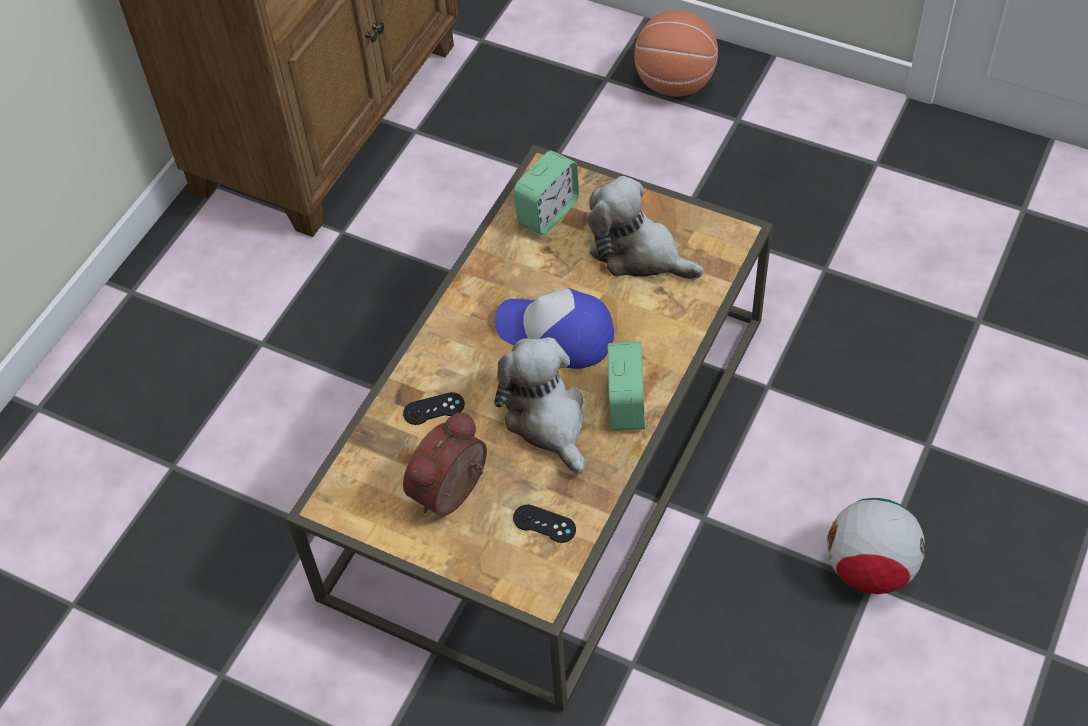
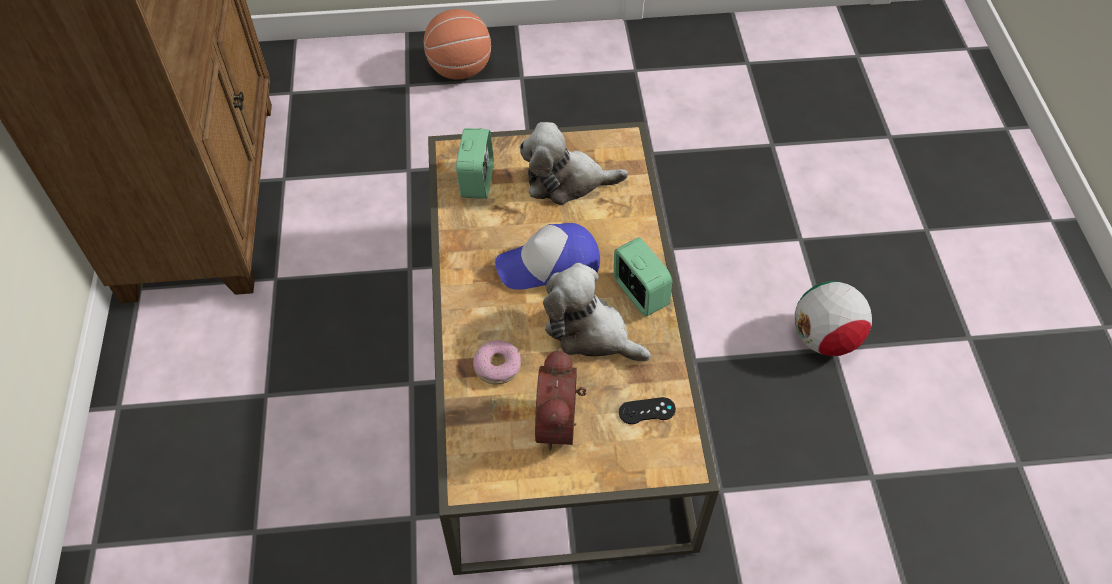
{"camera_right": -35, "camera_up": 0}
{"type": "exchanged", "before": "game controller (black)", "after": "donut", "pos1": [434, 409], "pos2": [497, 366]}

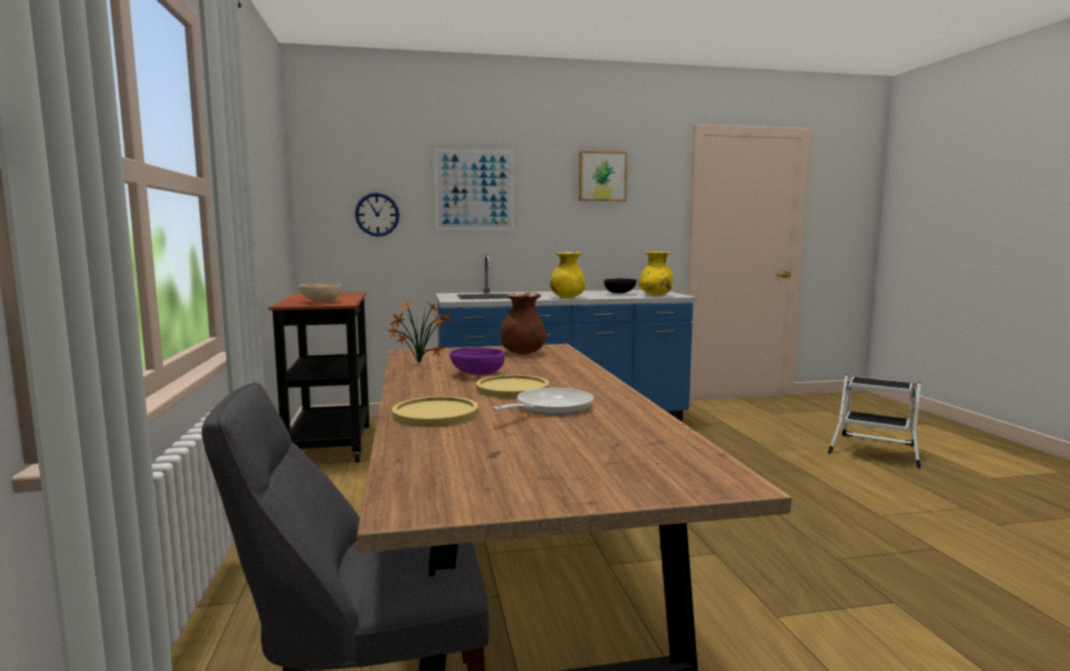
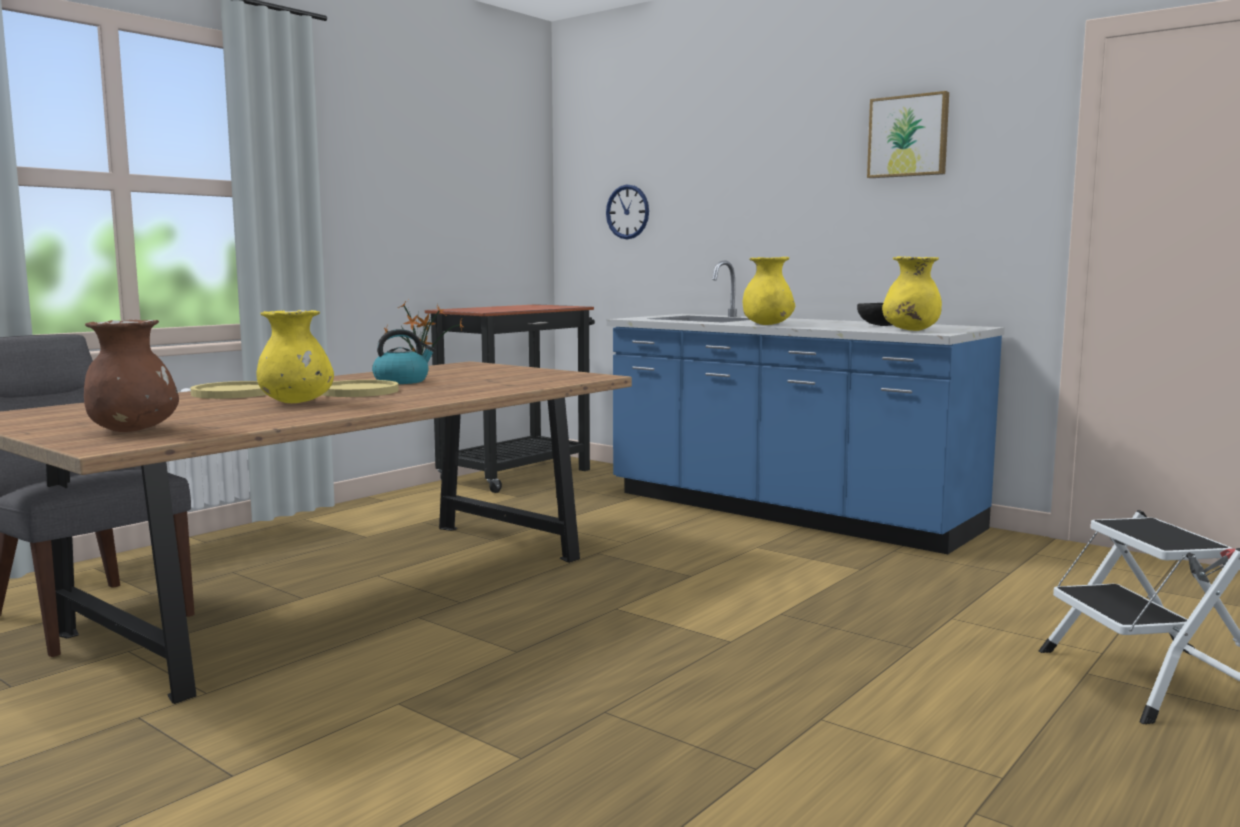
{"camera_right": 50, "camera_up": 0}
{"type": "missing", "before": "bowl (beige)", "pos1": [320, 302]}
{"type": "missing", "before": "picture", "pos1": [474, 190]}
{"type": "relocated", "before": "vase (brown)", "pos1": [523, 353], "pos2": [133, 430]}
{"type": "exchanged", "before": "bowl (purple)", "after": "kettle", "pos1": [476, 374], "pos2": [402, 381]}
{"type": "exchanged", "before": "frying pan", "after": "vase (yellow)", "pos1": [549, 408], "pos2": [297, 403]}

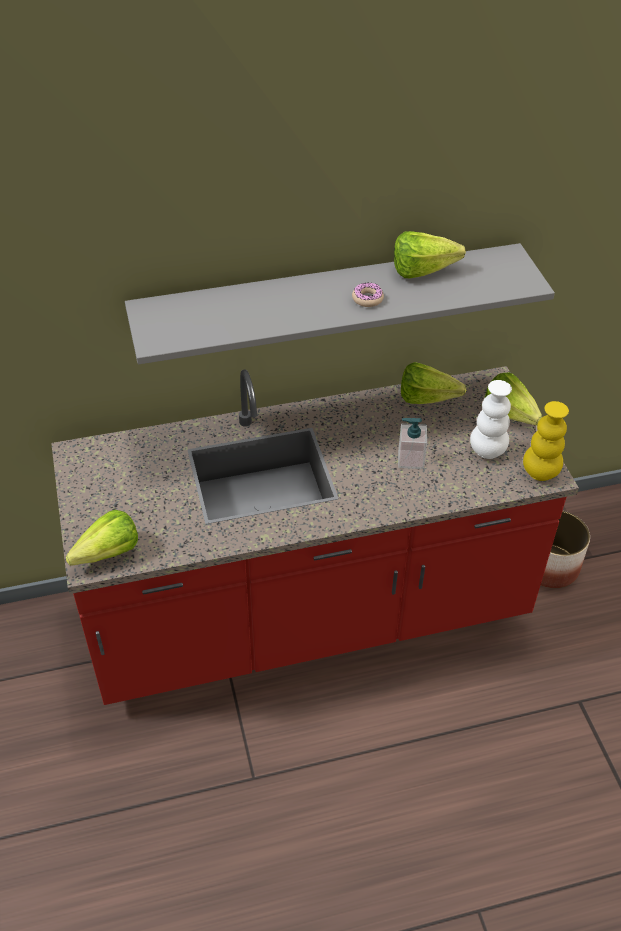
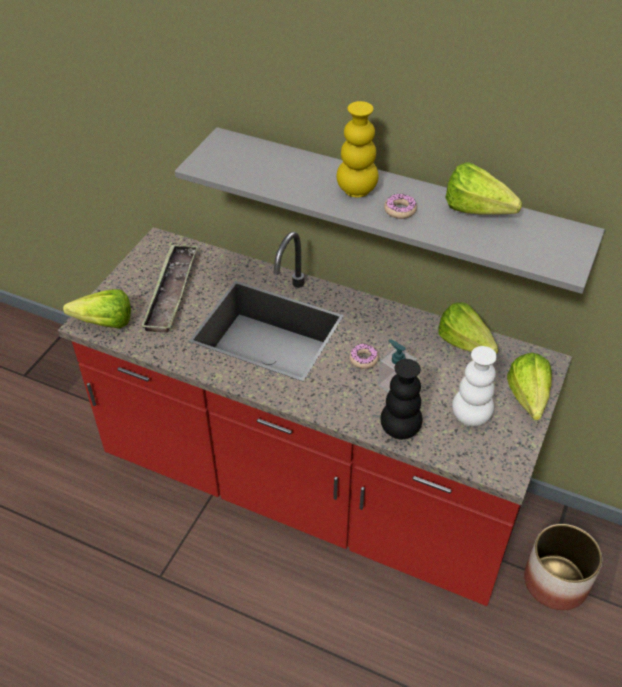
{"camera_right": 40, "camera_up": 0}
{"type": "appeared", "after": "tray", "pos2": [171, 292]}
{"type": "appeared", "after": "donut", "pos2": [363, 359]}
{"type": "appeared", "after": "vase (black)", "pos2": [400, 430]}
{"type": "relocated", "before": "vase (yellow)", "pos1": [540, 473], "pos2": [356, 190]}

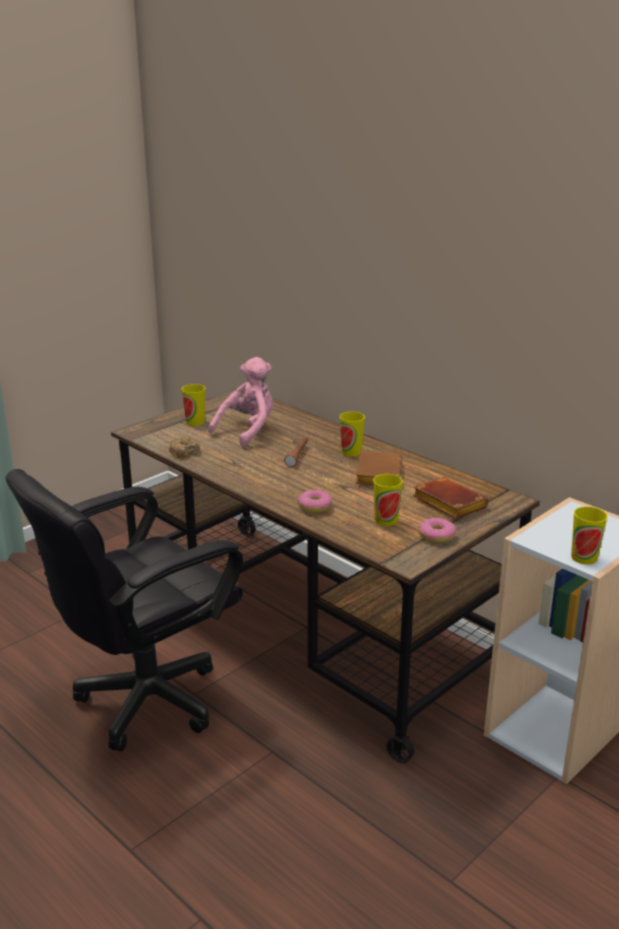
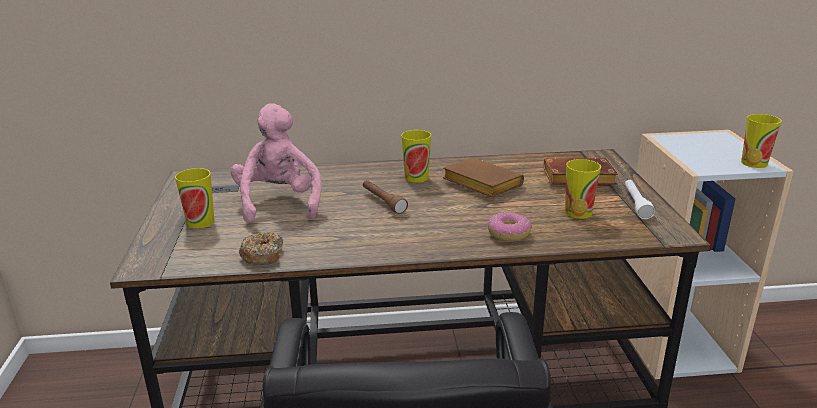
{"camera_right": -50, "camera_up": 0}
{"type": "exchanged", "before": "donut", "after": "flashlight (white)", "pos1": [436, 536], "pos2": [636, 204]}

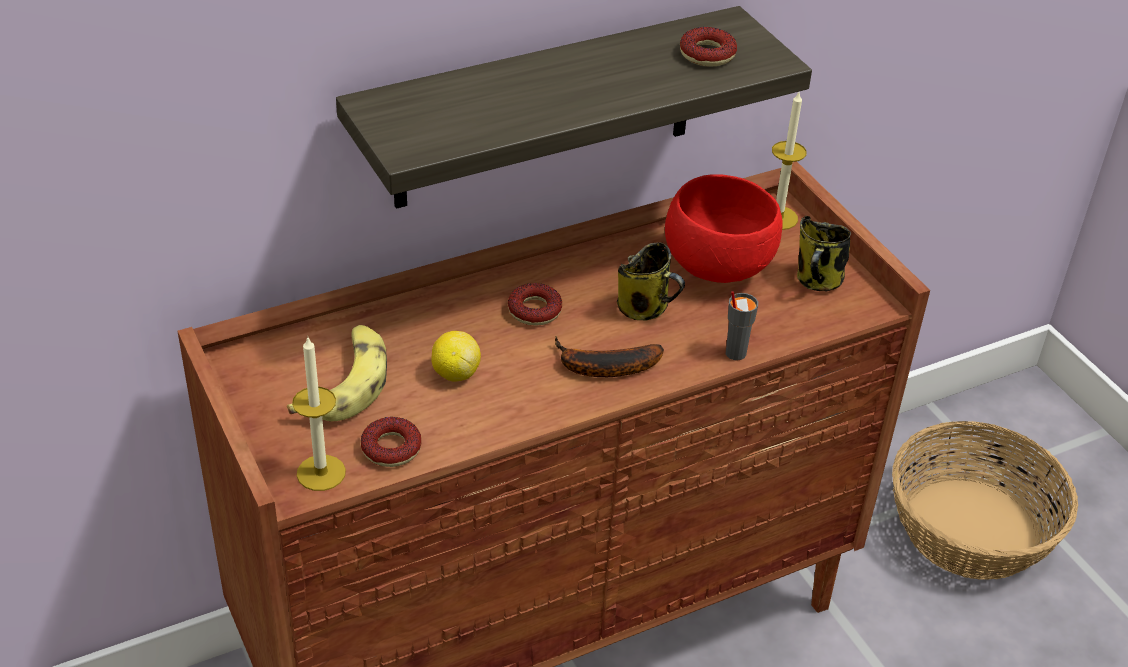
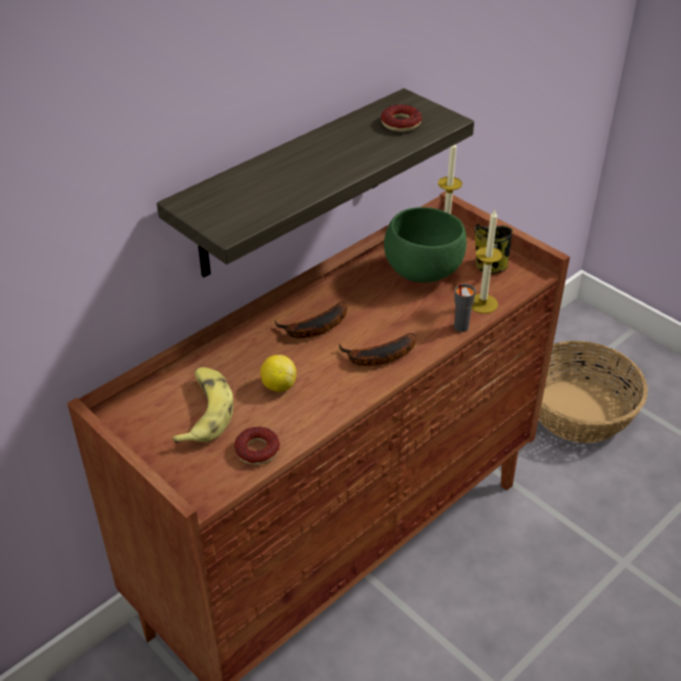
{"camera_right": -15, "camera_up": 0}
{"type": "missing", "before": "mug", "pos1": [645, 308]}
{"type": "relocated", "before": "candle", "pos1": [321, 473], "pos2": [482, 303]}
{"type": "exchanged", "before": "donut", "after": "banana", "pos1": [534, 310], "pos2": [313, 329]}
{"type": "colour", "before": "bowl (red)", "after": "bowl (green)", "pos1": [719, 267], "pos2": [423, 272]}

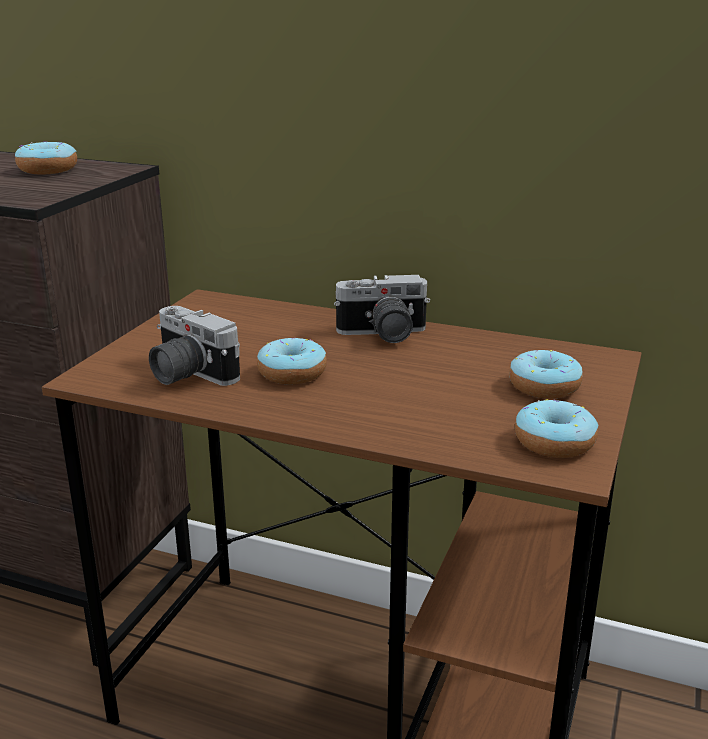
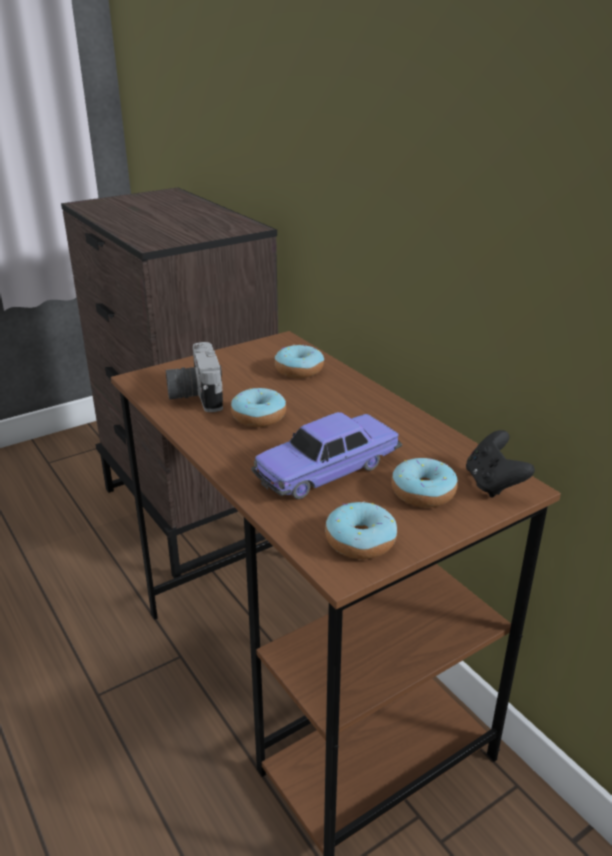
{"camera_right": 35, "camera_up": 5}
{"type": "missing", "before": "photo camera", "pos1": [383, 335]}
{"type": "appeared", "after": "toy car", "pos2": [327, 470]}
{"type": "appeared", "after": "game controller (black)", "pos2": [493, 484]}
{"type": "relocated", "before": "donut", "pos1": [48, 170], "pos2": [299, 370]}

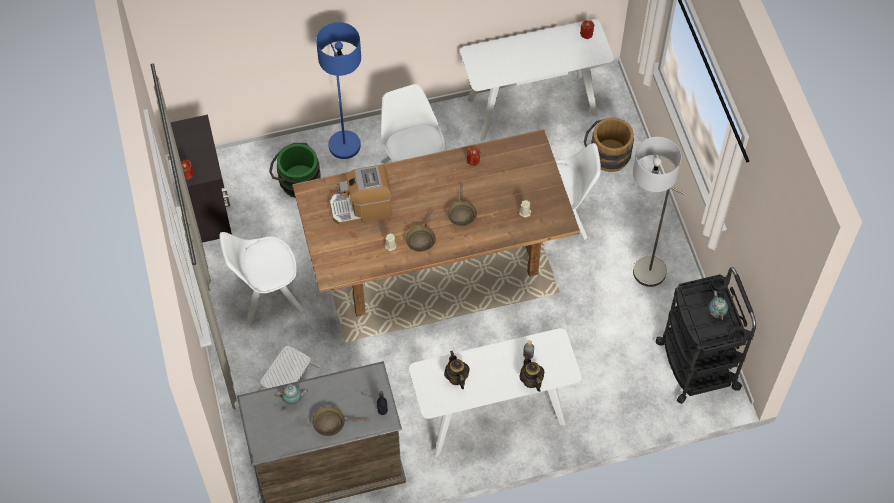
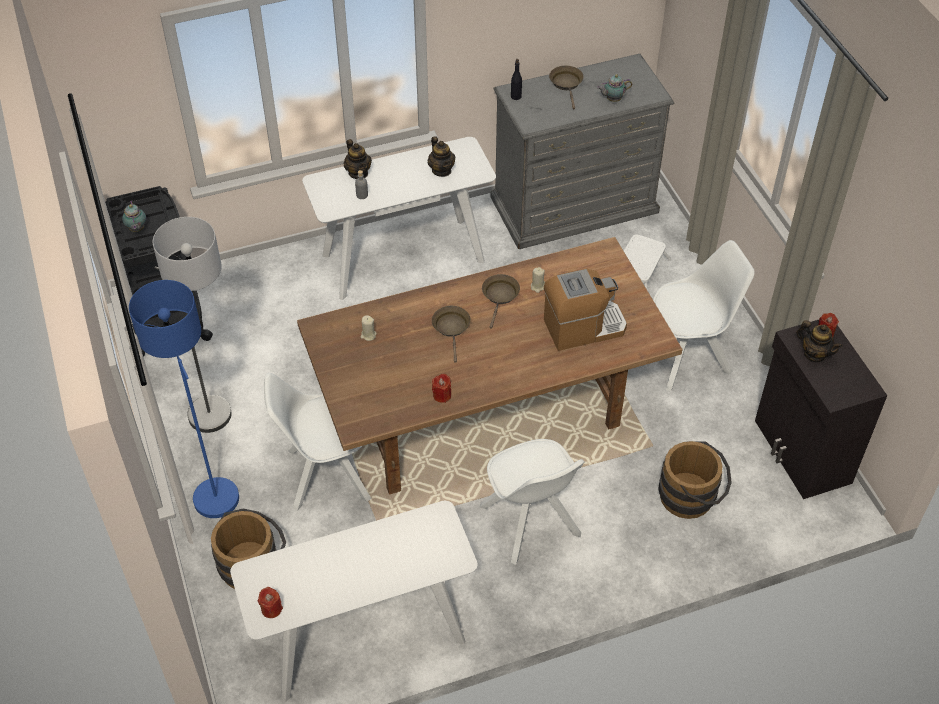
{"camera_right": 175, "camera_up": -10}
{"type": "appeared", "after": "teapot", "pos2": [814, 354]}
{"type": "relocated", "before": "floor lamp (blue)", "pos1": [347, 153], "pos2": [211, 488]}
{"type": "colour", "before": "bucket (green)", "after": "bucket (brown)", "pos1": [296, 180], "pos2": [692, 497]}
{"type": "spun", "before": "frying pan (brown)", "pos1": [332, 423], "pos2": [566, 84], "turn": -90}

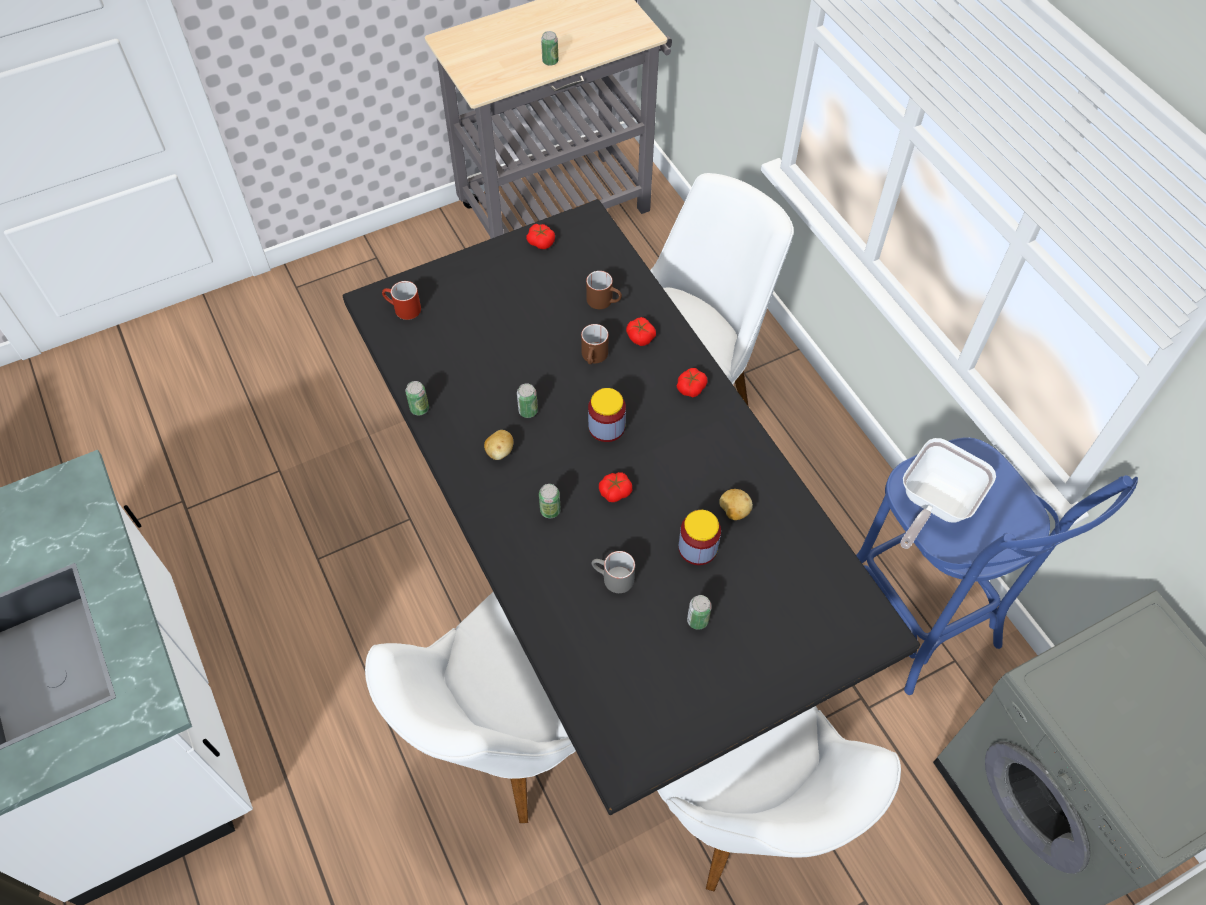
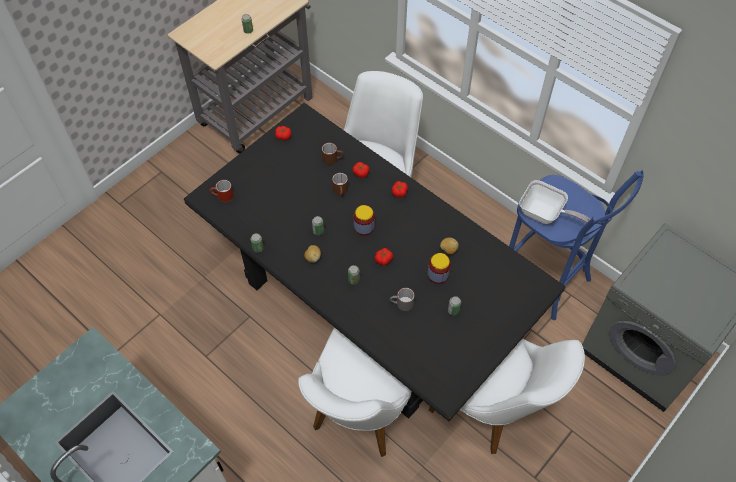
{"camera_right": -20, "camera_up": 0}
{"type": "spun", "before": "frying pan", "pos1": [933, 504], "pos2": [544, 214], "turn": -75}

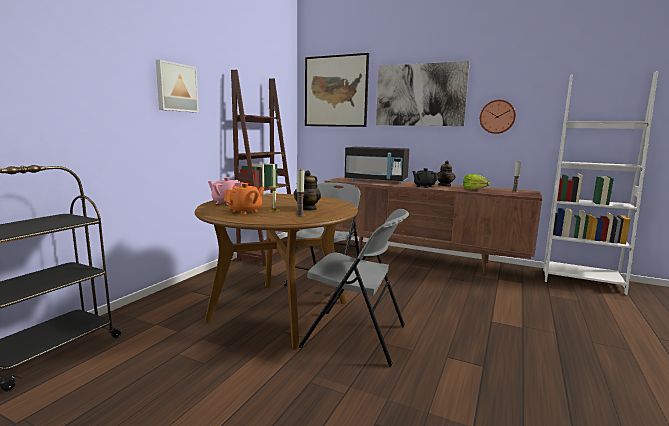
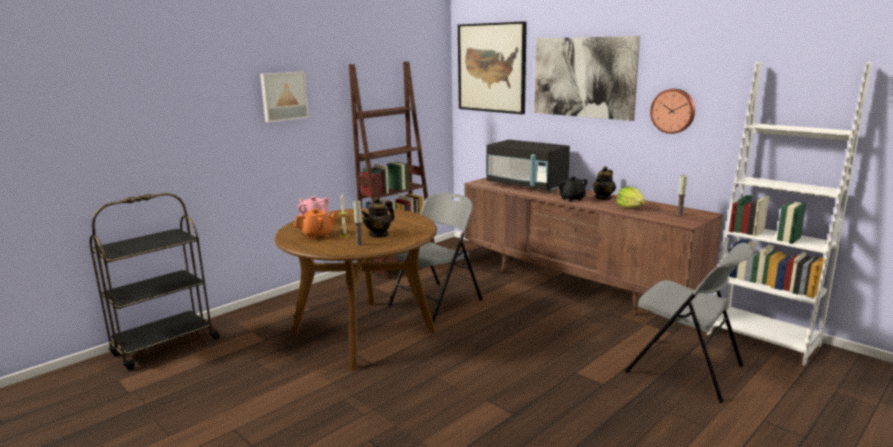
{"camera_right": 20, "camera_up": 5}
{"type": "relocated", "before": "chair (grey)", "pos1": [354, 336], "pos2": [684, 369]}

